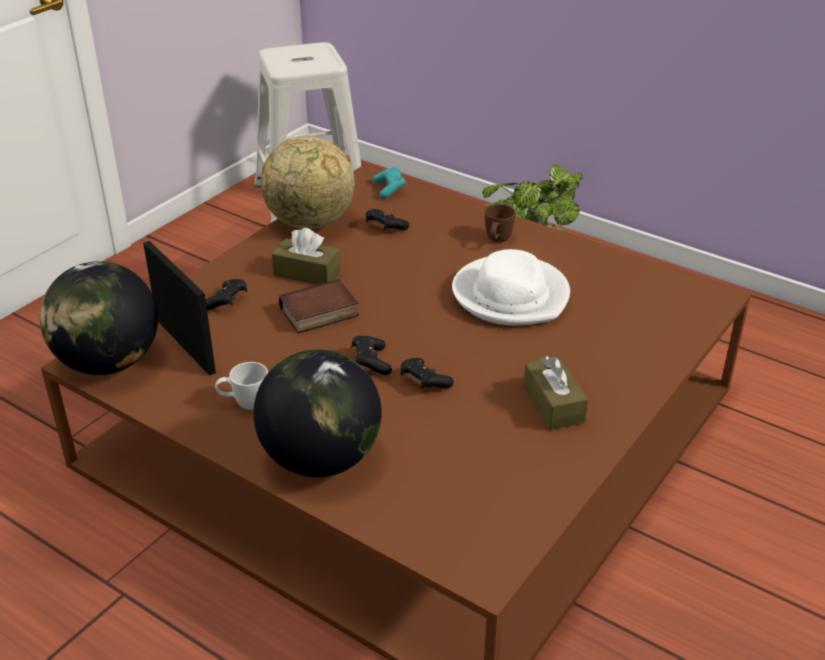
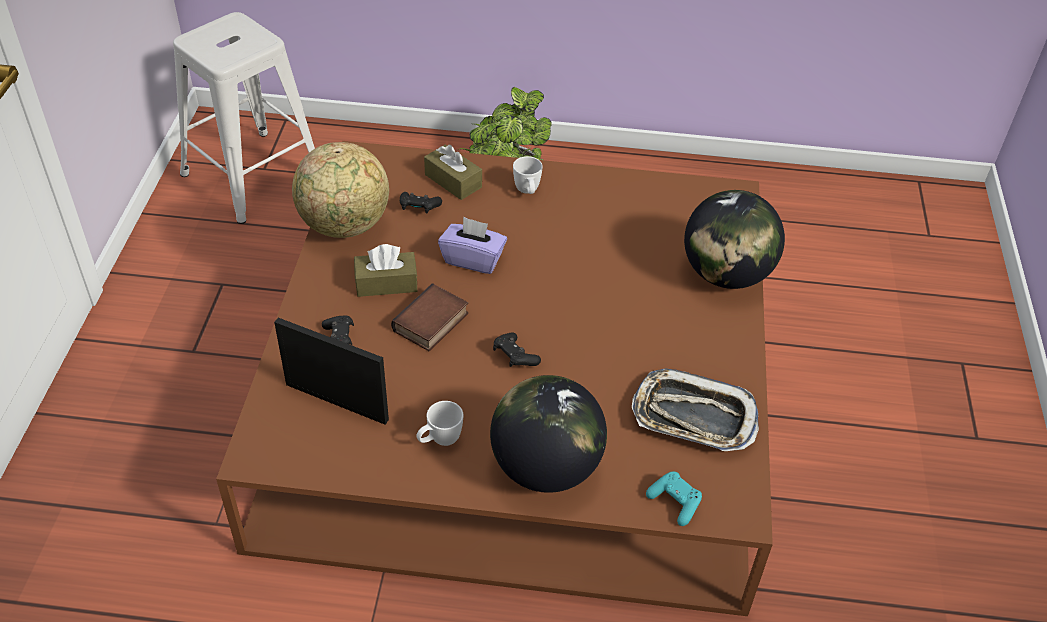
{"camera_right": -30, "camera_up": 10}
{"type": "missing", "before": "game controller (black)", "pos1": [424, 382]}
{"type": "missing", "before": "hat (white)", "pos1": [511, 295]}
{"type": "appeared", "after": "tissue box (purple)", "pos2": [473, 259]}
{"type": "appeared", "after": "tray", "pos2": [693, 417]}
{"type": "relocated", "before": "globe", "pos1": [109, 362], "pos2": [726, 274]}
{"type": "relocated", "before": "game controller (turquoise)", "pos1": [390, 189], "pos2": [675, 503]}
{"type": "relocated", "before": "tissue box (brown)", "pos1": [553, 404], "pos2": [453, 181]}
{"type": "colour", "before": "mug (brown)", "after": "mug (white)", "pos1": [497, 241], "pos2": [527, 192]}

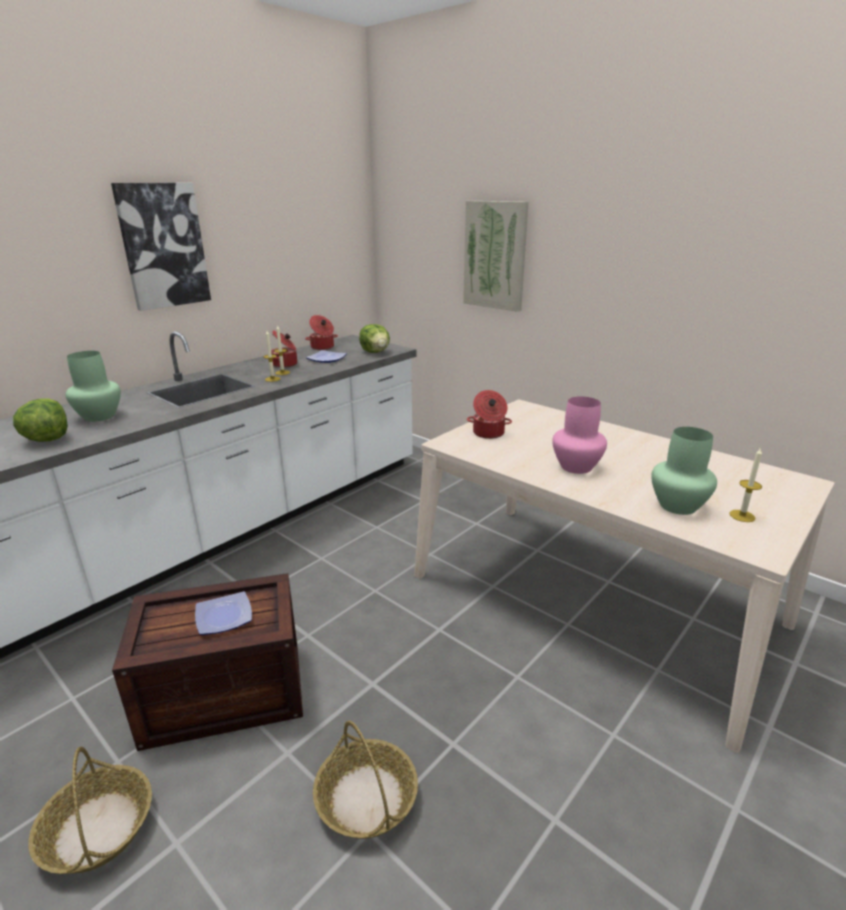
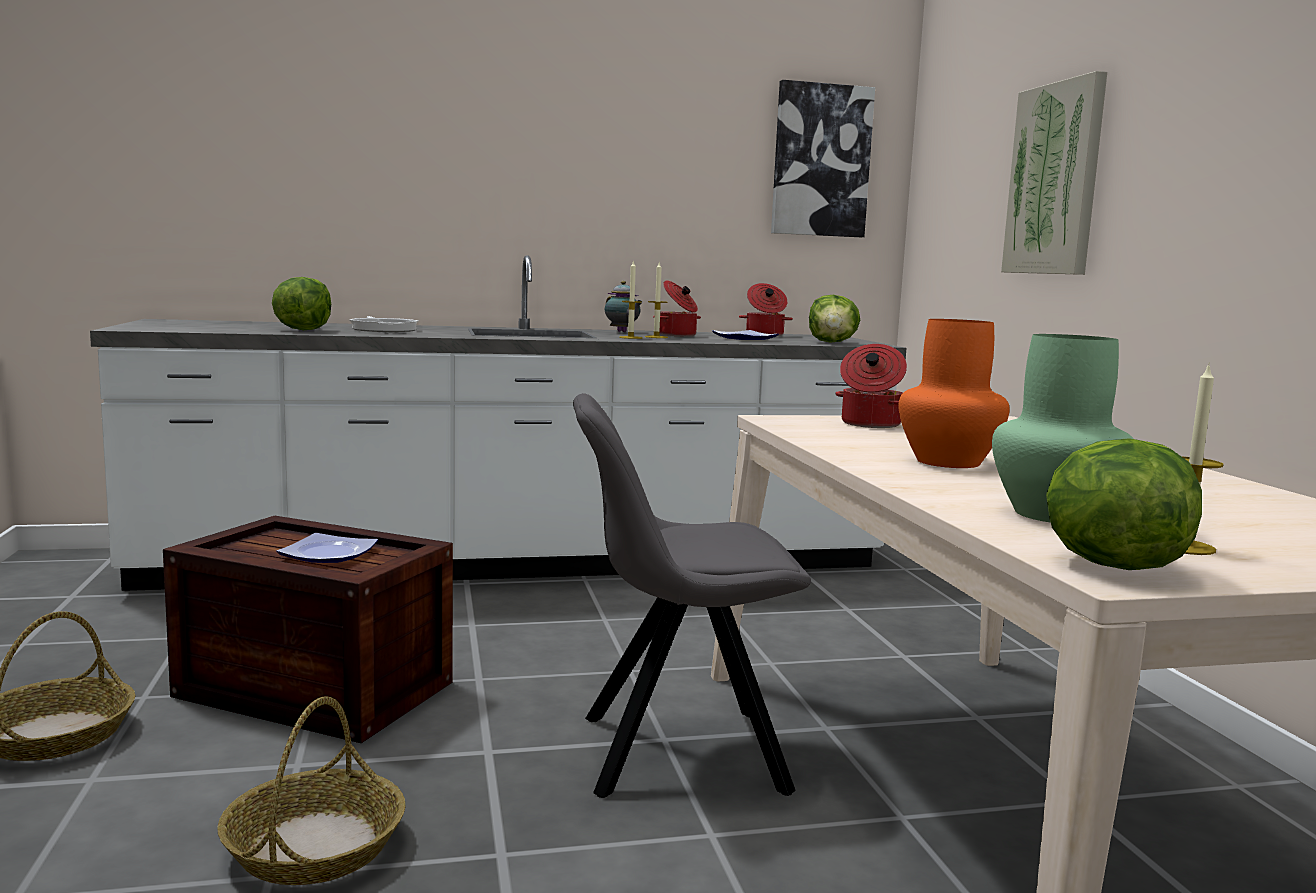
{"camera_right": 35, "camera_up": -15}
{"type": "appeared", "after": "chair (grey)", "pos2": [680, 753]}
{"type": "appeared", "after": "teapot", "pos2": [622, 332]}
{"type": "appeared", "after": "lettuce", "pos2": [1110, 564]}
{"type": "relocated", "before": "picture", "pos1": [163, 246], "pos2": [821, 161]}
{"type": "exchanged", "before": "vase (green)", "after": "frying pan", "pos1": [99, 416], "pos2": [383, 329]}
{"type": "colour", "before": "vase (pink)", "after": "vase (orange)", "pos1": [576, 467], "pos2": [947, 462]}

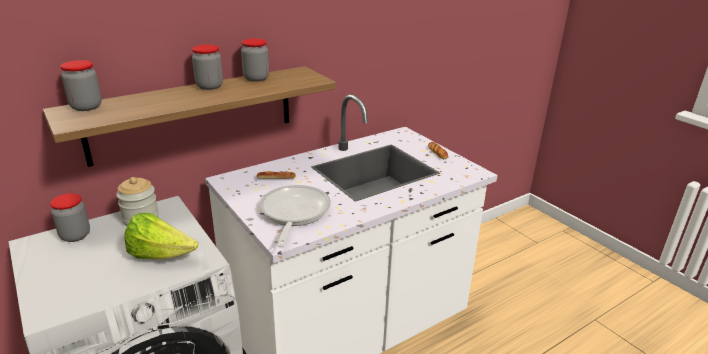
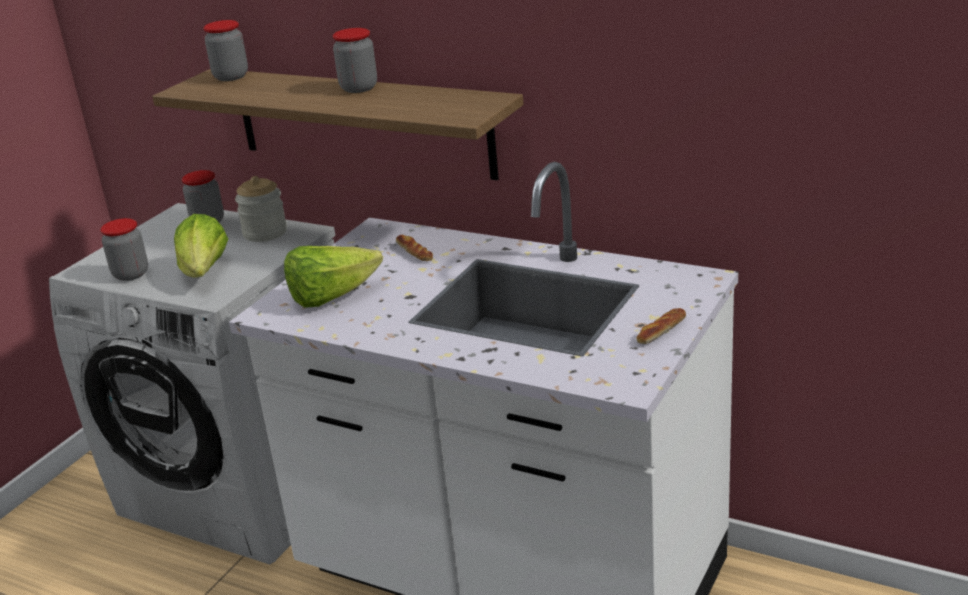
{"camera_right": 65, "camera_up": 0}
{"type": "relocated", "before": "jar", "pos1": [256, 78], "pos2": [131, 274]}
{"type": "exchanged", "before": "frying pan", "after": "lettuce", "pos1": [293, 214], "pos2": [331, 297]}

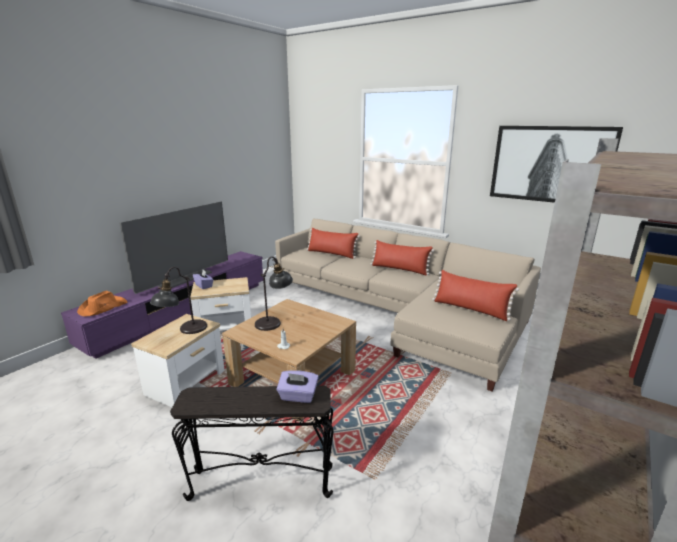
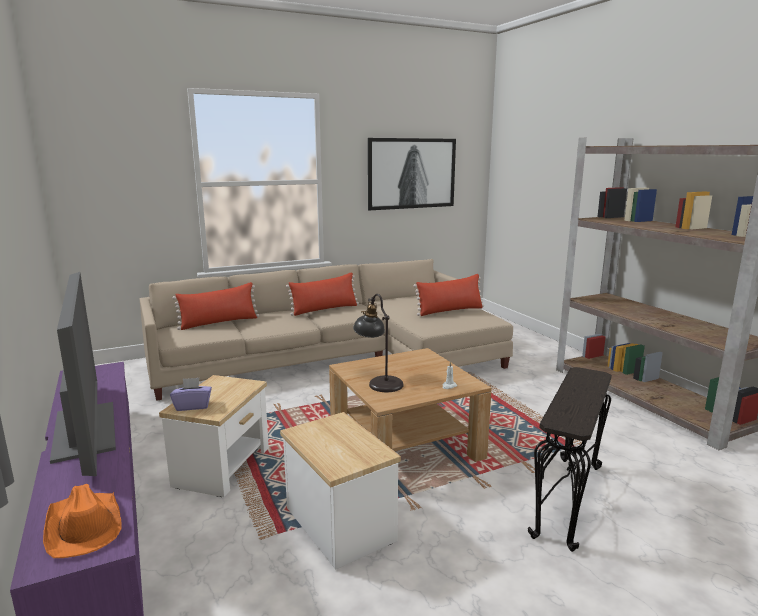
{"camera_right": -60, "camera_up": -5}
{"type": "missing", "before": "table lamp (grey)", "pos1": [183, 332]}
{"type": "missing", "before": "tissue box (purple)", "pos1": [298, 396]}

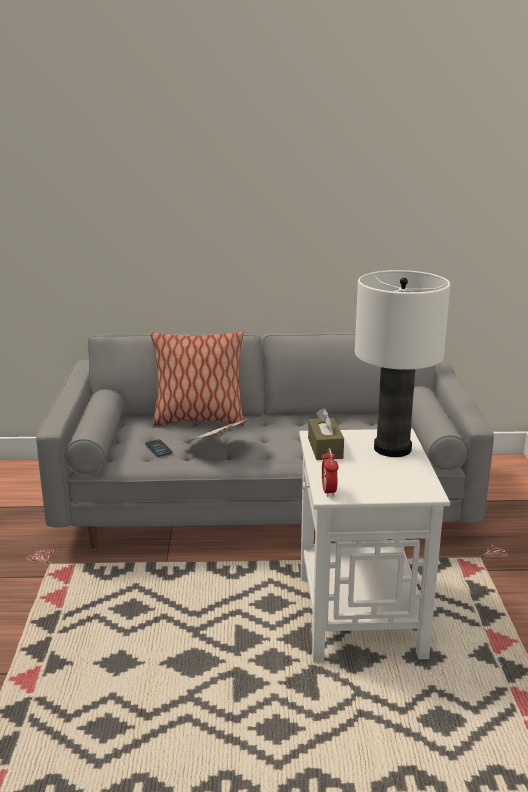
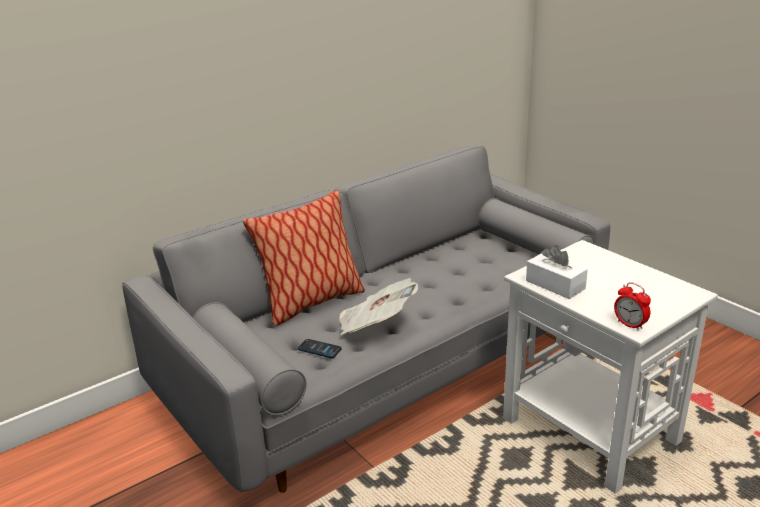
{"camera_right": -35, "camera_up": 5}
{"type": "missing", "before": "table lamp (white)", "pos1": [393, 449]}
{"type": "colour", "before": "tissue box (brown)", "after": "tissue box (white)", "pos1": [325, 448], "pos2": [555, 285]}

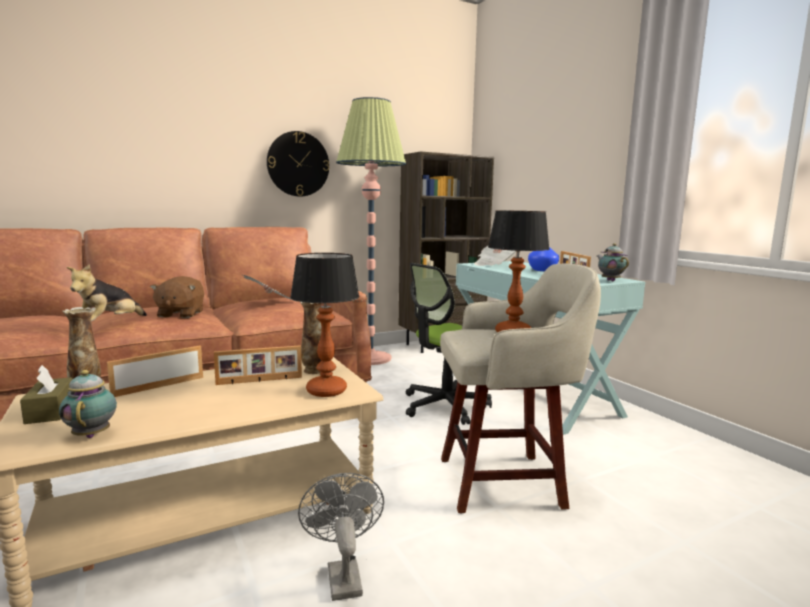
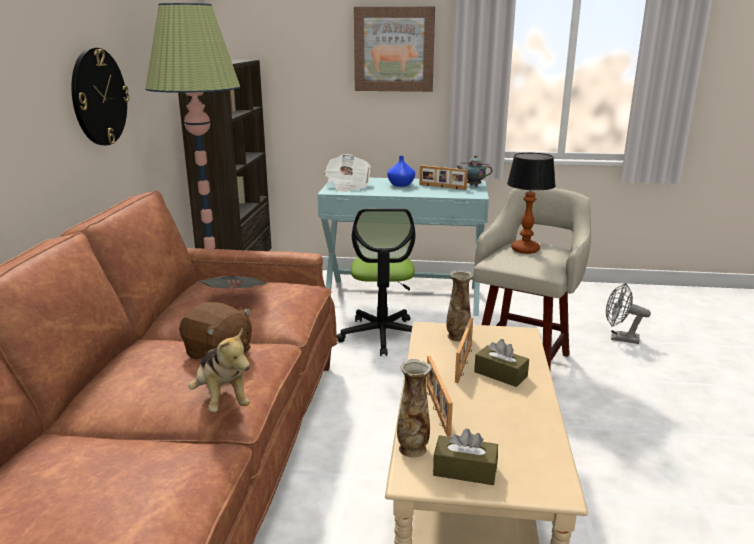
{"camera_right": -55, "camera_up": 10}
{"type": "missing", "before": "teapot", "pos1": [92, 434]}
{"type": "missing", "before": "table lamp", "pos1": [326, 391]}
{"type": "appeared", "after": "picture", "pos2": [394, 49]}
{"type": "appeared", "after": "tissue box (brown)", "pos2": [500, 374]}
{"type": "relocated", "before": "fan (grey)", "pos1": [342, 575], "pos2": [619, 338]}

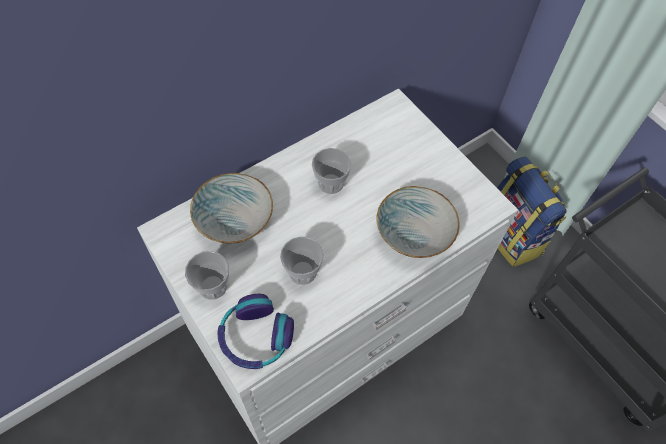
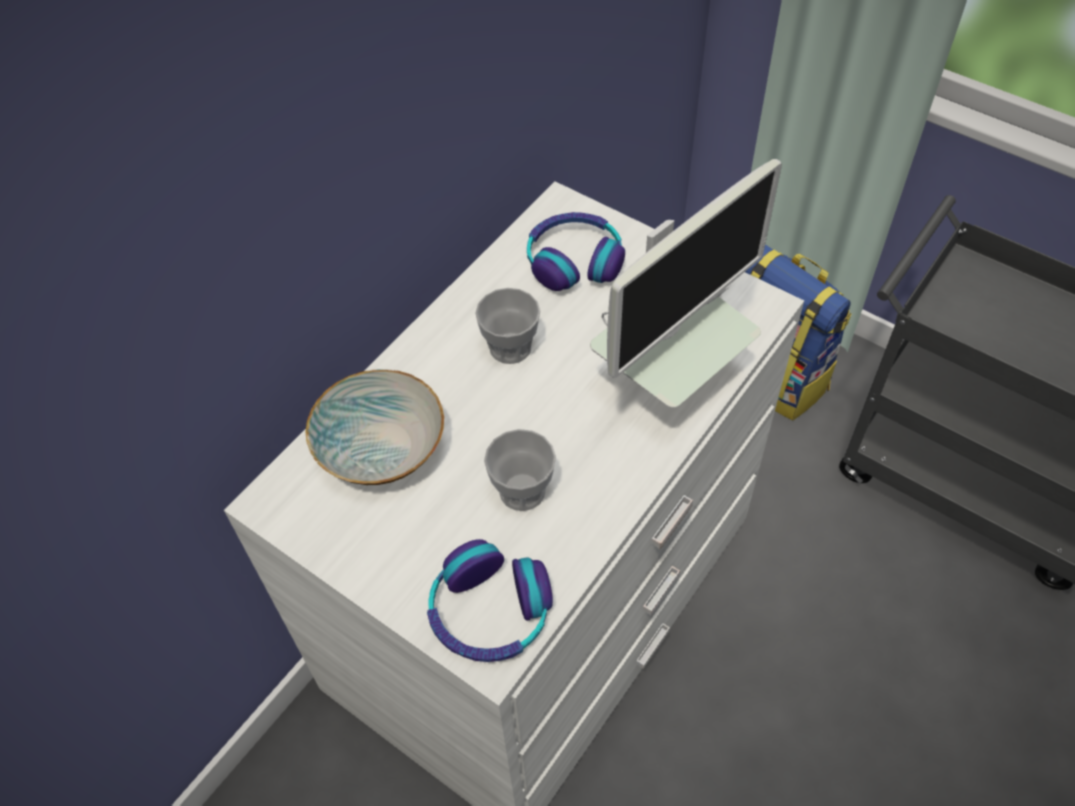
{"camera_right": -15, "camera_up": -5}
{"type": "missing", "before": "cup", "pos1": [212, 286]}
{"type": "appeared", "after": "headphones", "pos2": [574, 260]}
{"type": "exchanged", "before": "bowl", "after": "monitor", "pos1": [414, 232], "pos2": [668, 379]}

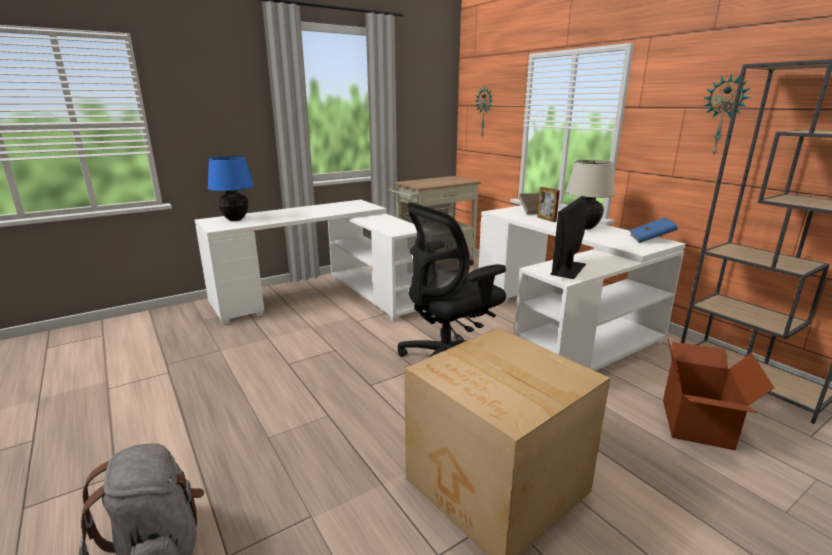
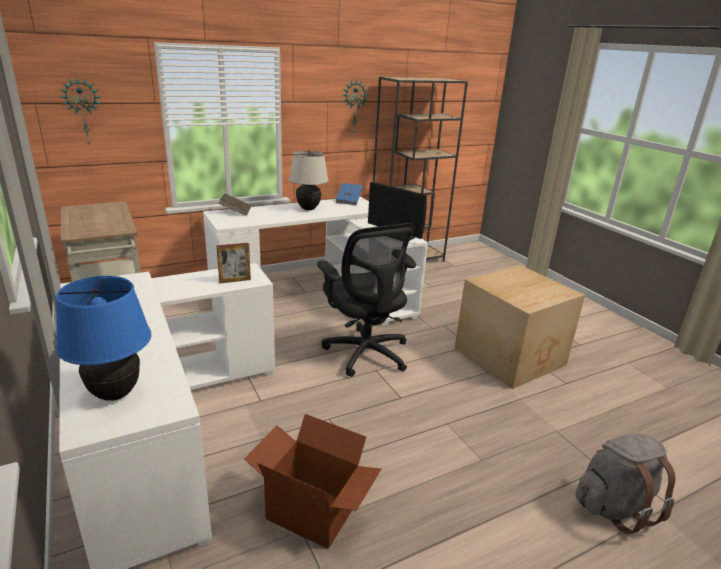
{"camera_right": -85, "camera_up": 5}
{"type": "relocated", "before": "picture frame", "pos1": [546, 219], "pos2": [235, 280]}
{"type": "relocated", "before": "cardboard box", "pos1": [698, 424], "pos2": [312, 510]}

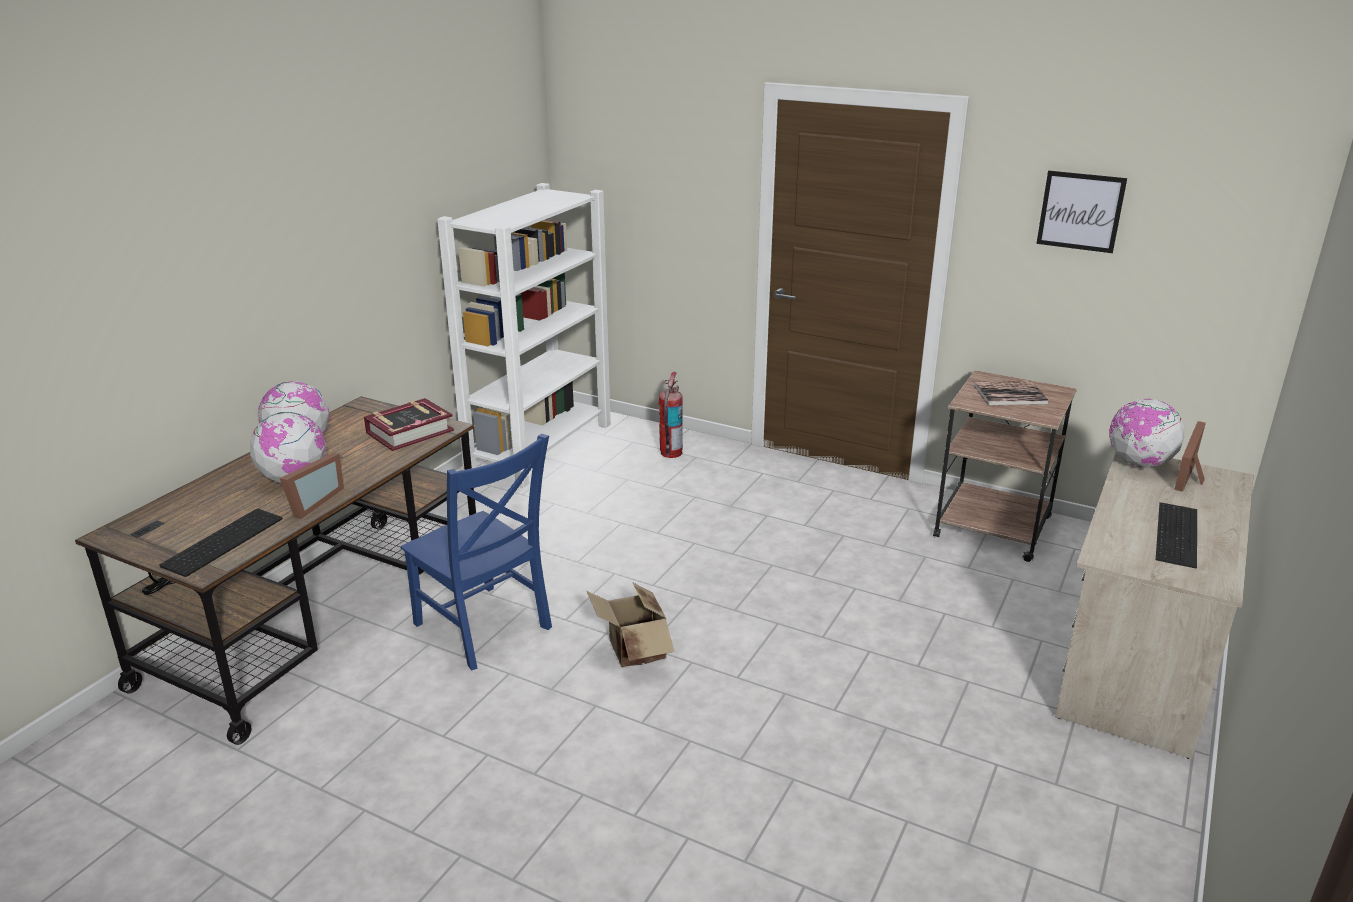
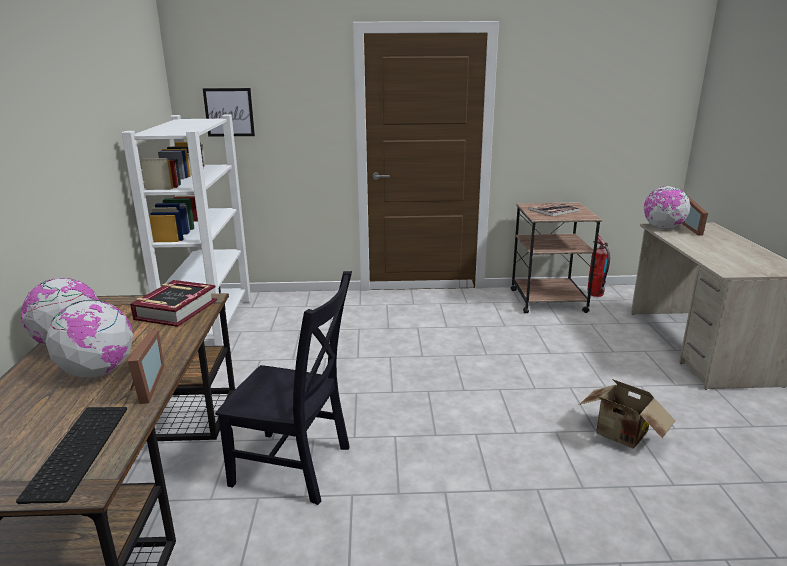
{"camera_right": -30, "camera_up": -5}
{"type": "missing", "before": "keyboard", "pos1": [1179, 535]}
{"type": "relocated", "before": "cardboard box", "pos1": [633, 653], "pos2": [621, 436]}
{"type": "relocated", "before": "fire extinguisher", "pos1": [670, 453], "pos2": [595, 294]}
{"type": "relocated", "before": "picture", "pos1": [1080, 211], "pos2": [229, 112]}
{"type": "colour", "before": "chair (blue)", "after": "chair (black)", "pos1": [485, 629], "pos2": [296, 467]}

